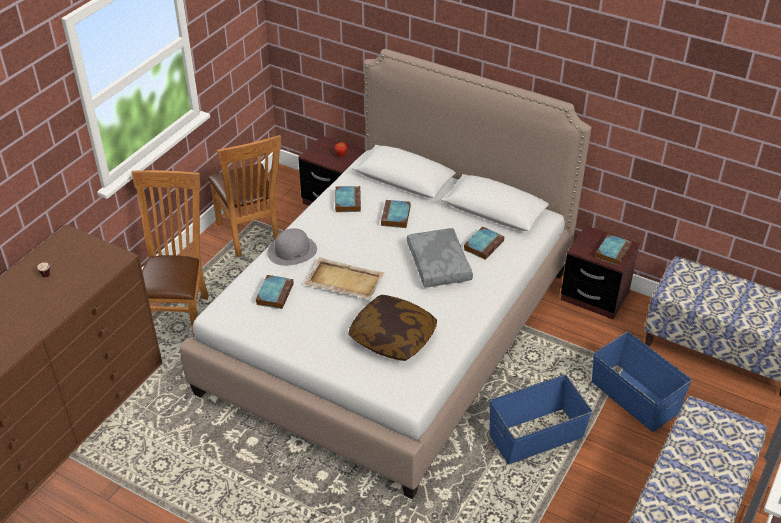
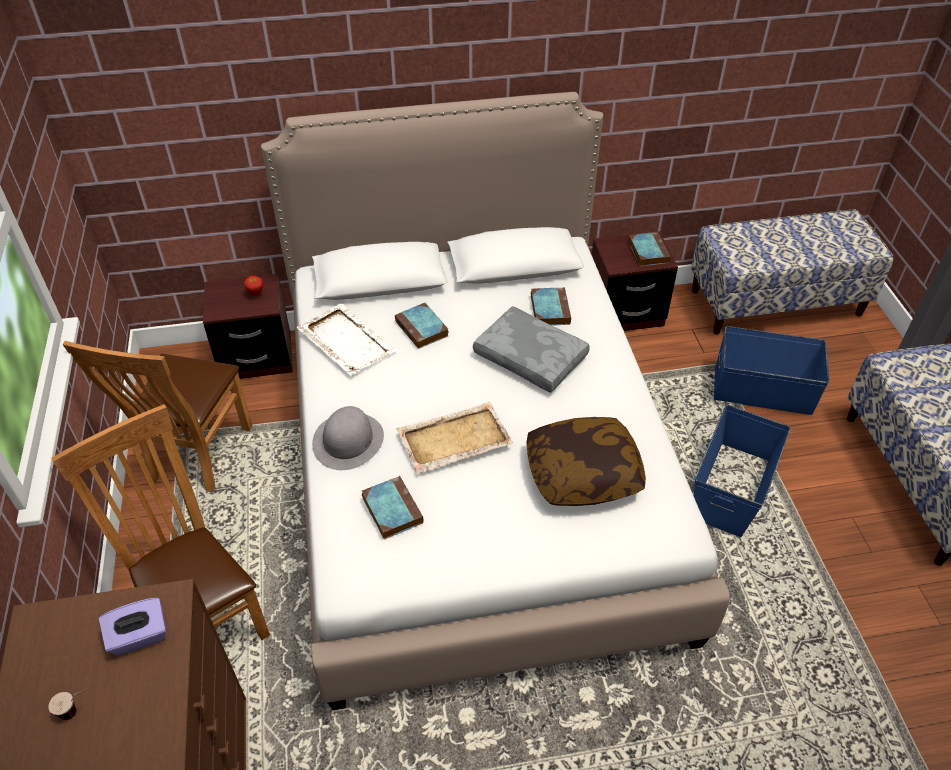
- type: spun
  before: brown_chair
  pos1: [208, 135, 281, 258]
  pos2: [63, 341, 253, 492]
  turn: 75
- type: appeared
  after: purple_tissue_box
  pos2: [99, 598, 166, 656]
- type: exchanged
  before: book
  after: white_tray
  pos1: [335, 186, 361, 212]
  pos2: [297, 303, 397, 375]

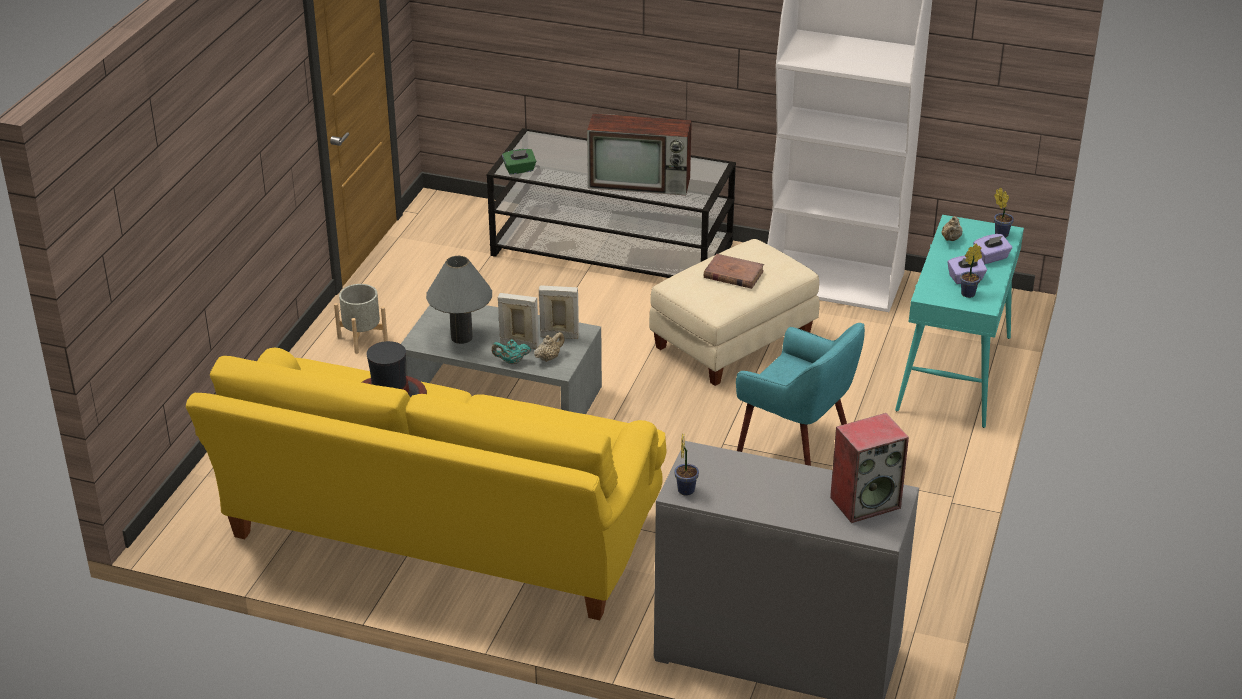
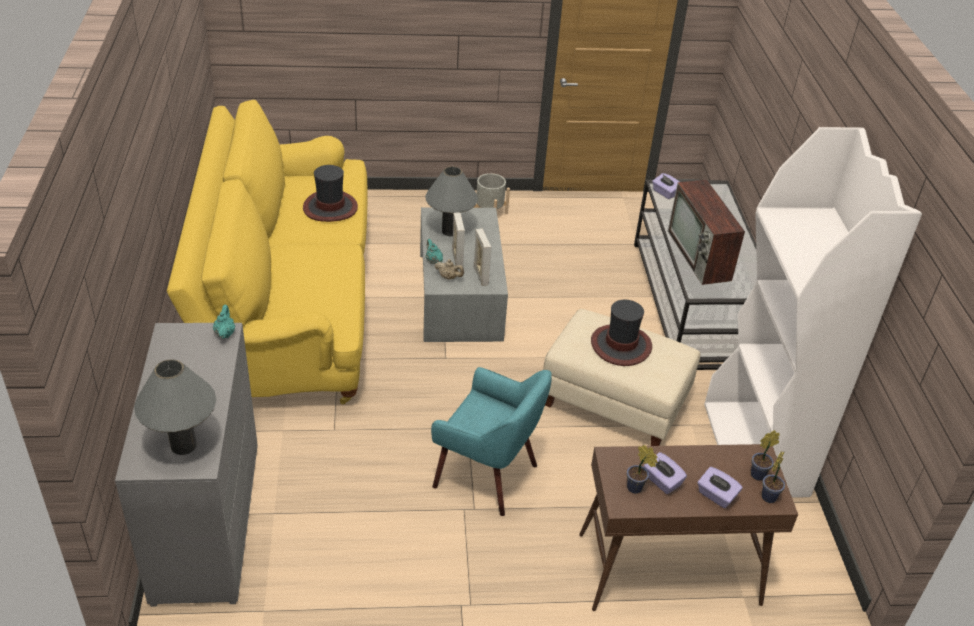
- type: exchanged
  before: speaker
  after: grey_table_lamp
  pos1: [830, 413, 909, 523]
  pos2: [134, 359, 216, 455]
- type: appeared
  after: turquoise_teapot
  pos2: [213, 305, 235, 339]
- type: spun
  before: turquoise_armchair
  pos1: [736, 323, 865, 466]
  pos2: [431, 367, 552, 516]
  turn: -75
- type: colour
  before: turquoise_console_table
  after: brown_console_table
  pos1: [895, 215, 1024, 428]
  pos2: [579, 444, 798, 611]
- type: exchanged
  before: brown_book
  after: hat
  pos1: [704, 254, 764, 289]
  pos2: [591, 300, 652, 366]
- type: colour
  before: green_tissue_box
  after: purple_tissue_box
  pos1: [502, 149, 536, 175]
  pos2: [652, 173, 679, 199]
- type: relocated
  before: potted_plant
  pos1: [674, 433, 699, 496]
  pos2: [751, 430, 780, 481]
- type: missing
  before: beige_teapot
  pos1: [941, 216, 962, 241]

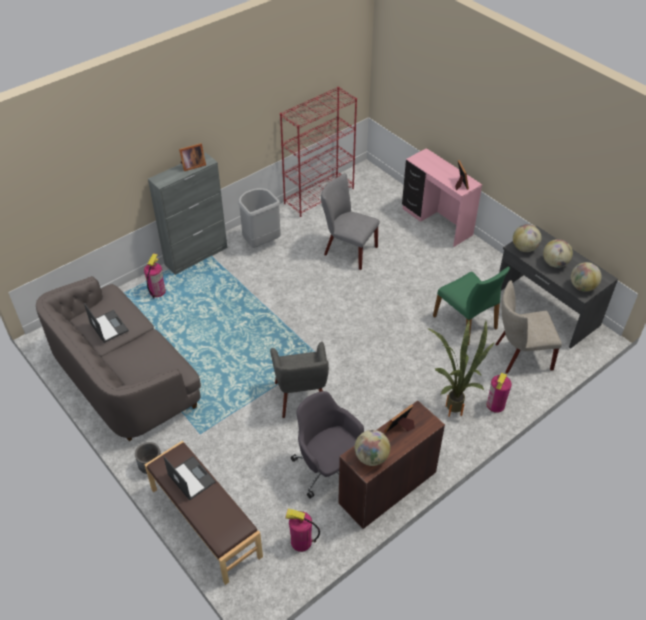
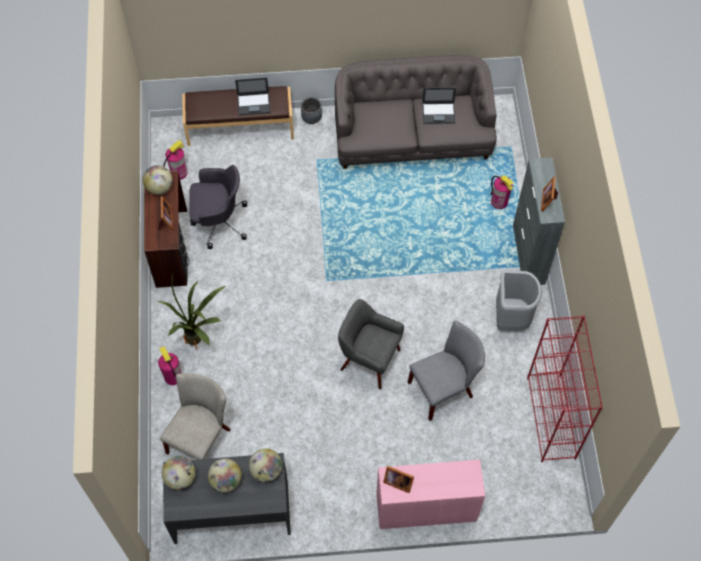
- type: relocated
  before: grey_armchair
  pos1: [270, 342, 329, 418]
  pos2: [338, 299, 404, 389]
- type: missing
  before: green_chair
  pos1: [433, 266, 510, 345]

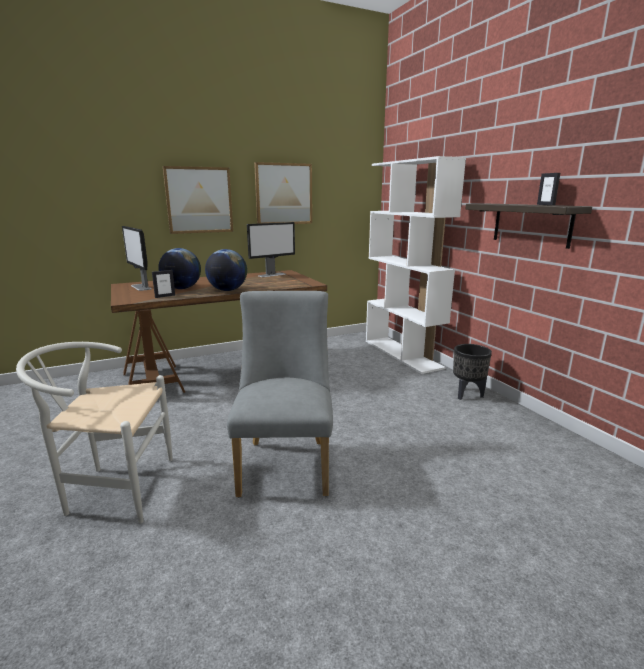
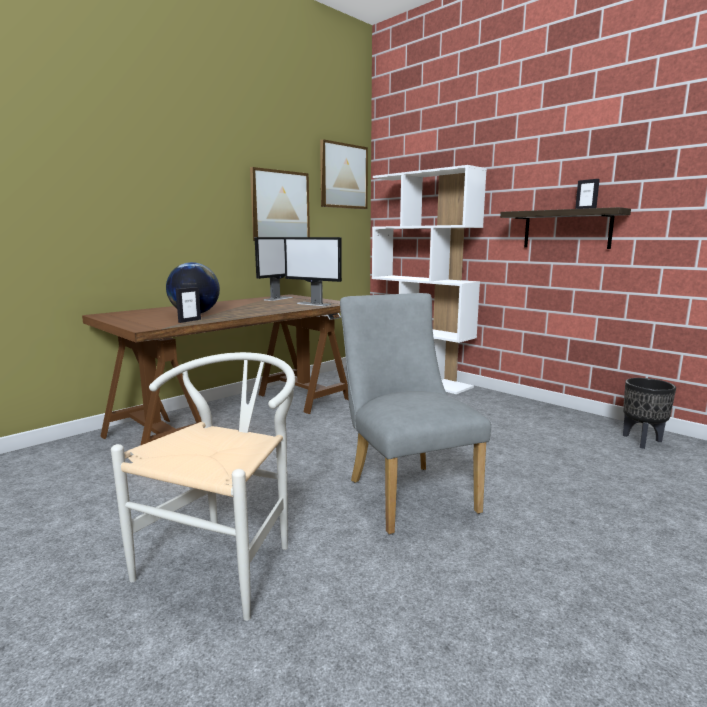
- type: spun
  before: white_chair
  pos1: [16, 342, 173, 524]
  pos2: [111, 352, 295, 621]
  turn: 135
- type: relocated
  before: monitor
  pos1: [122, 226, 152, 291]
  pos2: [284, 237, 342, 306]
- type: relocated
  before: picture
  pos1: [163, 166, 233, 234]
  pos2: [320, 139, 368, 209]
- type: relocated
  before: black_planter
  pos1: [453, 344, 492, 400]
  pos2: [623, 378, 676, 449]
- type: missing
  before: globe
  pos1: [205, 249, 247, 291]

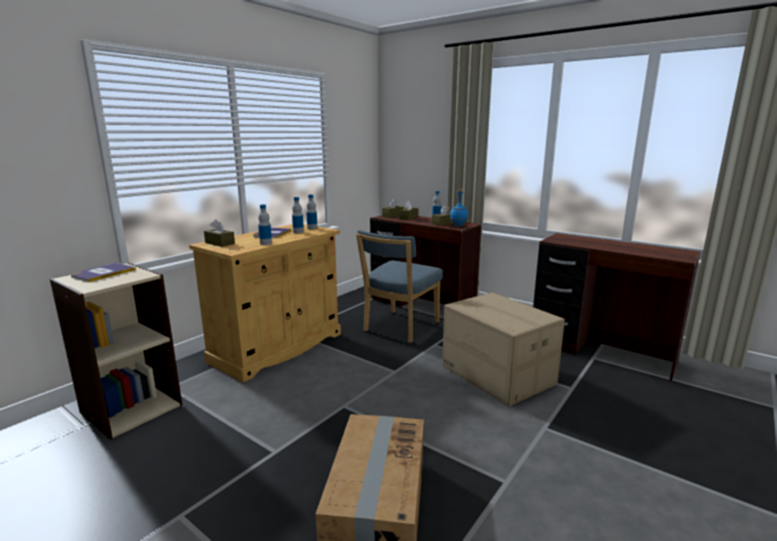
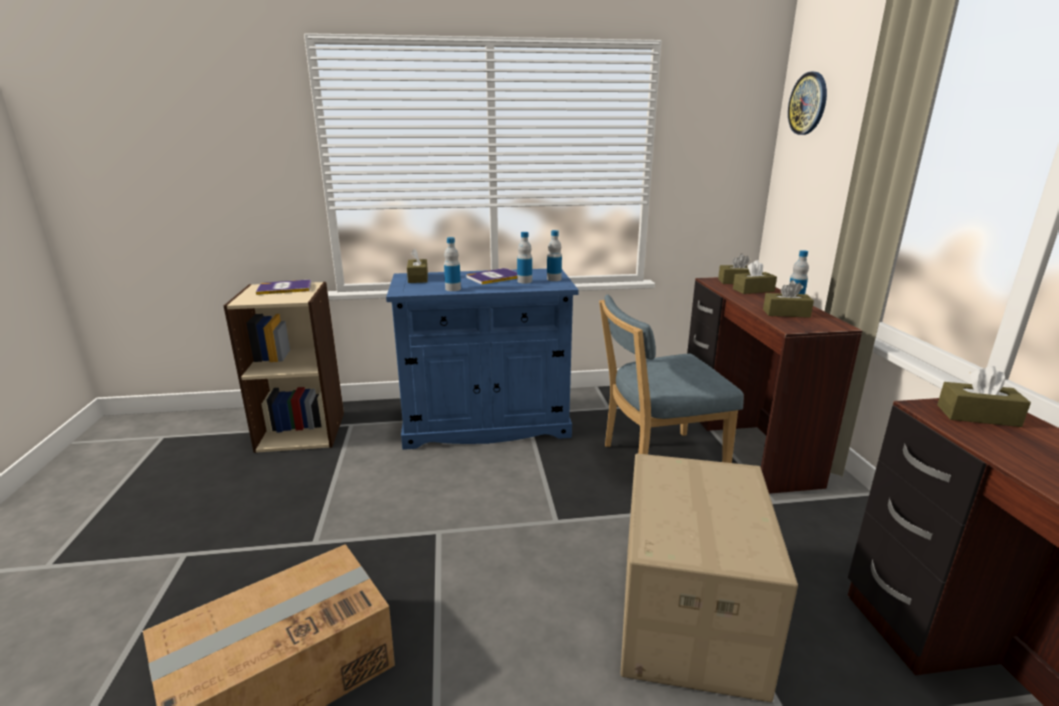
- type: colour
  before: beige_cabinet
  after: blue_cabinet
  pos1: [189, 224, 341, 382]
  pos2: [386, 269, 579, 450]
- type: appeared
  after: wall_clock
  pos2: [788, 72, 827, 135]
- type: appeared
  after: brown_tissue_box
  pos2: [937, 366, 1031, 427]
- type: missing
  before: blue_bottle
  pos1: [450, 189, 468, 227]

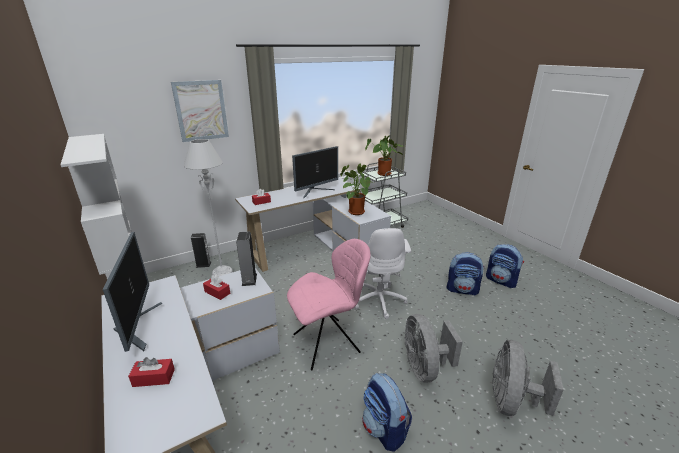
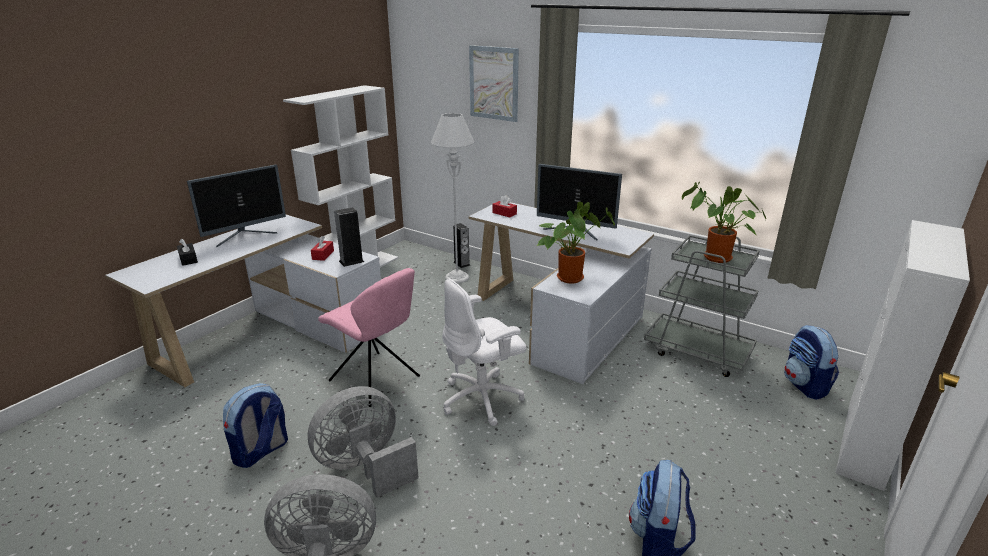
- type: colour
  before: red_tissue_box
  after: black_tissue_box
  pos1: [128, 357, 175, 387]
  pos2: [177, 239, 198, 266]
- type: relocated
  before: backpack
  pos1: [446, 252, 484, 295]
  pos2: [784, 325, 839, 400]
- type: appeared
  after: white_cabinet
  pos2: [835, 220, 970, 491]

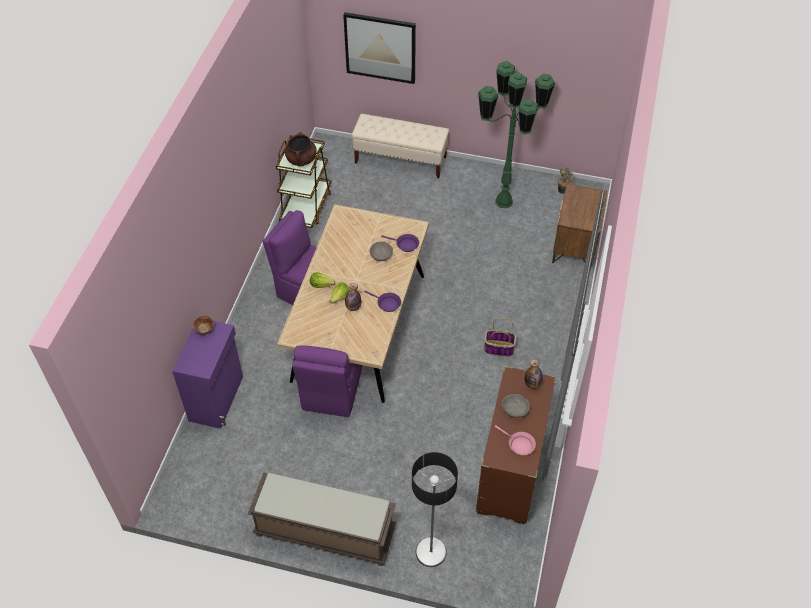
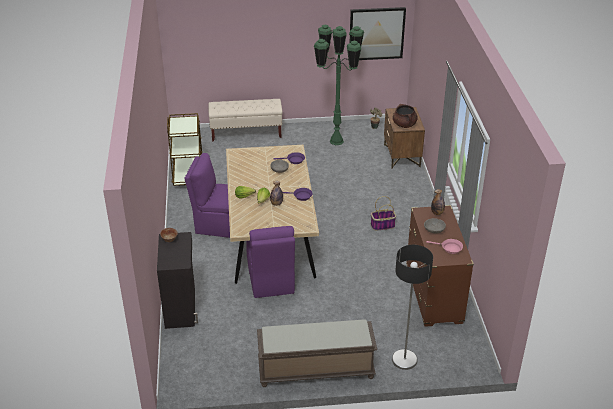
- type: colour
  before: purple_cabinet
  after: black_cabinet
  pos1: [172, 321, 243, 428]
  pos2: [157, 232, 198, 329]
- type: relocated
  before: picture
  pos1: [343, 12, 416, 84]
  pos2: [350, 7, 406, 60]
- type: relocated
  before: brown_cooking_pot
  pos1: [285, 132, 317, 166]
  pos2: [393, 104, 418, 128]

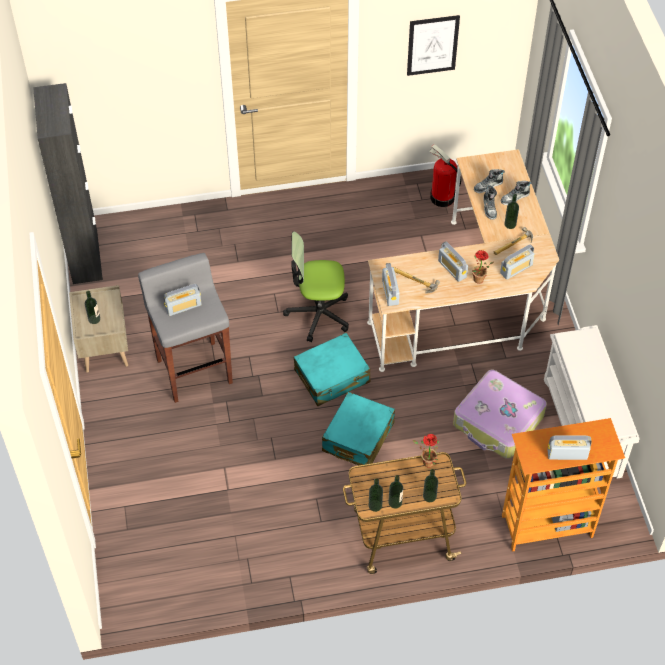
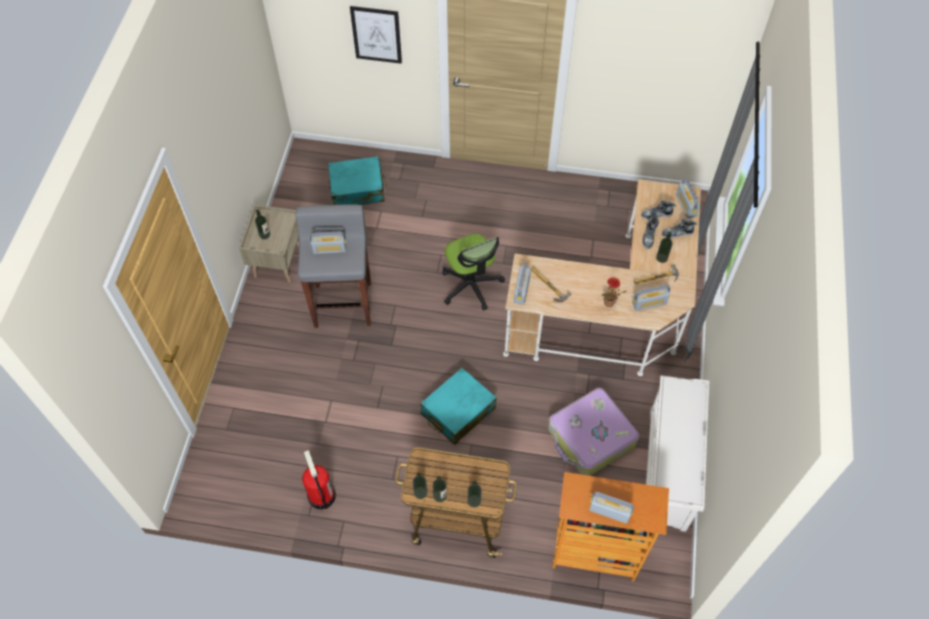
- type: relocated
  before: fire_extinguisher
  pos1: [429, 144, 461, 207]
  pos2: [302, 450, 336, 509]
- type: relocated
  before: turquoise_suitcase
  pos1: [294, 333, 371, 406]
  pos2: [328, 156, 387, 205]
- type: relocated
  before: picture
  pos1: [407, 15, 460, 76]
  pos2: [350, 6, 402, 64]
- type: spun
  before: office_chair
  pos1: [283, 231, 349, 342]
  pos2: [442, 234, 505, 311]
  turn: -135
- type: relocated
  before: radio
  pos1: [438, 241, 468, 282]
  pos2: [676, 179, 700, 218]
- type: missing
  before: black_cabinet
  pos1: [33, 83, 103, 284]
- type: missing
  before: potted_plant
  pos1: [413, 434, 439, 467]

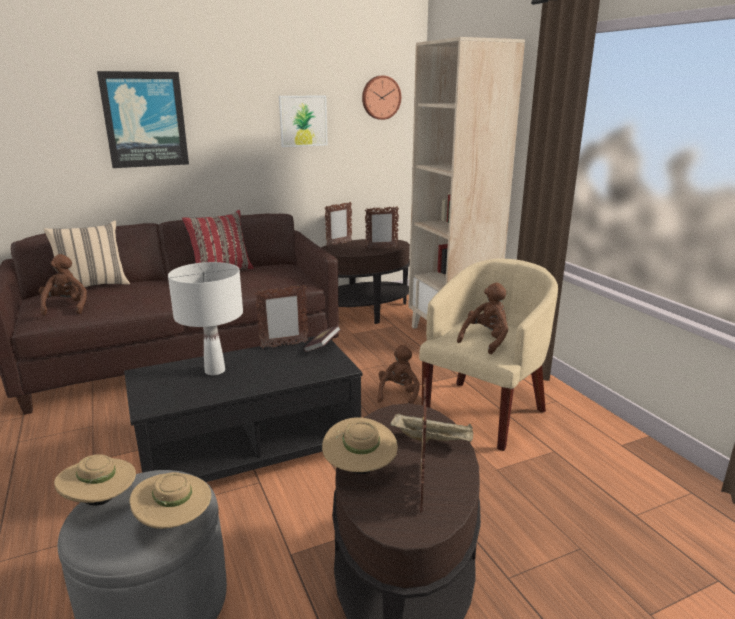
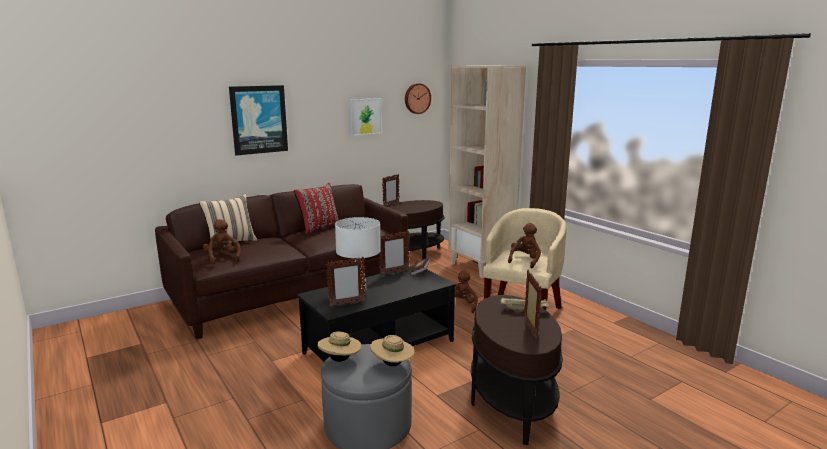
- type: relocated
  before: picture_frame
  pos1: [365, 206, 399, 249]
  pos2: [326, 257, 366, 307]
- type: missing
  before: beige_hat
  pos1: [322, 417, 398, 474]

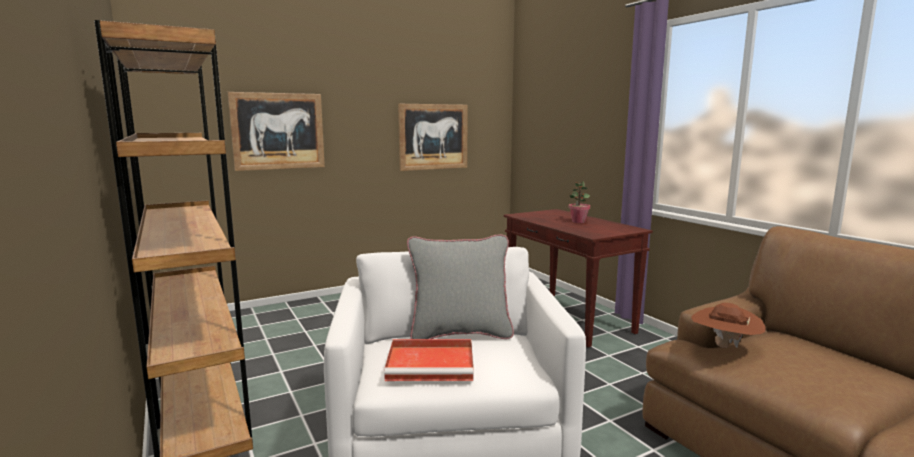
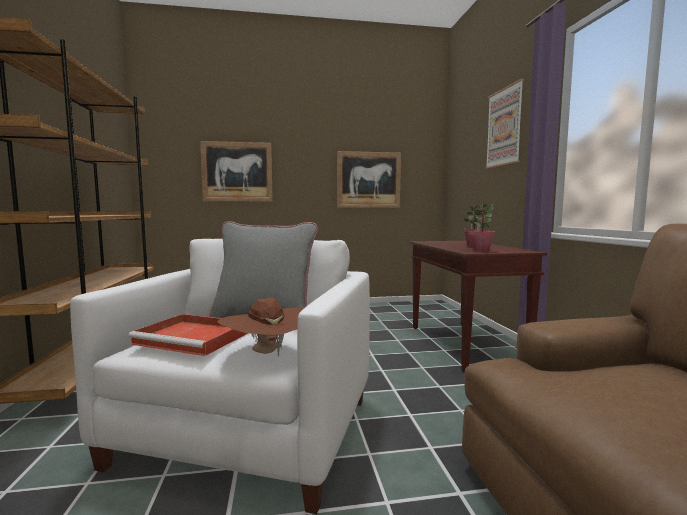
- type: relocated
  before: brown_hat
  pos1: [691, 303, 765, 348]
  pos2: [217, 298, 304, 356]
- type: appeared
  after: potted_plant
  pos2: [469, 204, 495, 251]
- type: appeared
  after: picture
  pos2: [485, 79, 524, 169]

